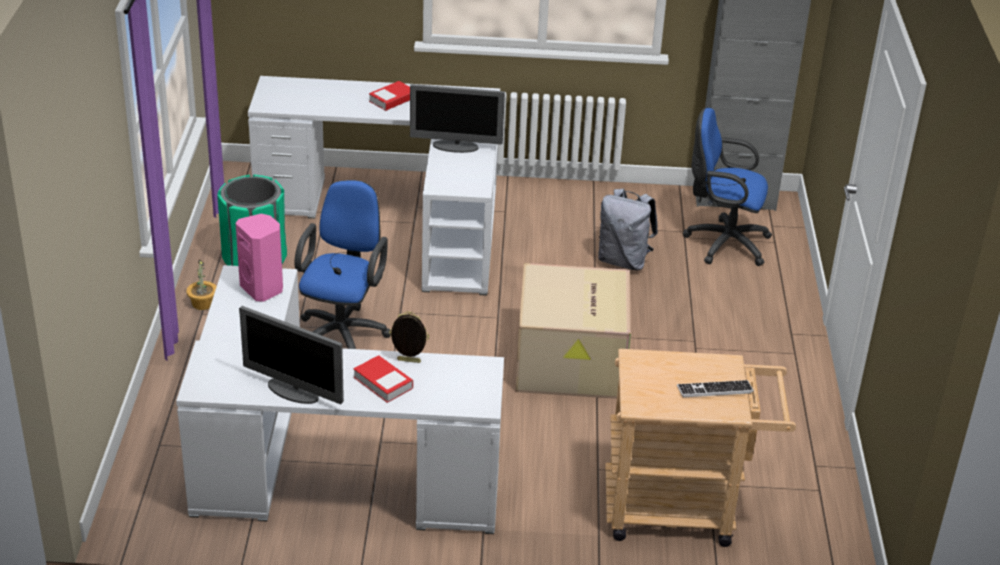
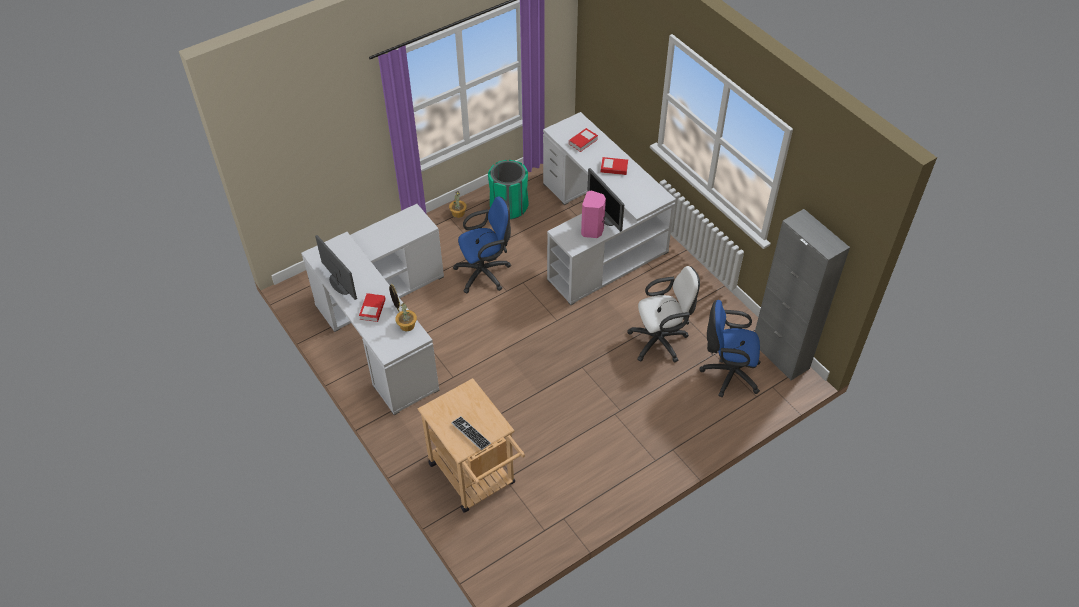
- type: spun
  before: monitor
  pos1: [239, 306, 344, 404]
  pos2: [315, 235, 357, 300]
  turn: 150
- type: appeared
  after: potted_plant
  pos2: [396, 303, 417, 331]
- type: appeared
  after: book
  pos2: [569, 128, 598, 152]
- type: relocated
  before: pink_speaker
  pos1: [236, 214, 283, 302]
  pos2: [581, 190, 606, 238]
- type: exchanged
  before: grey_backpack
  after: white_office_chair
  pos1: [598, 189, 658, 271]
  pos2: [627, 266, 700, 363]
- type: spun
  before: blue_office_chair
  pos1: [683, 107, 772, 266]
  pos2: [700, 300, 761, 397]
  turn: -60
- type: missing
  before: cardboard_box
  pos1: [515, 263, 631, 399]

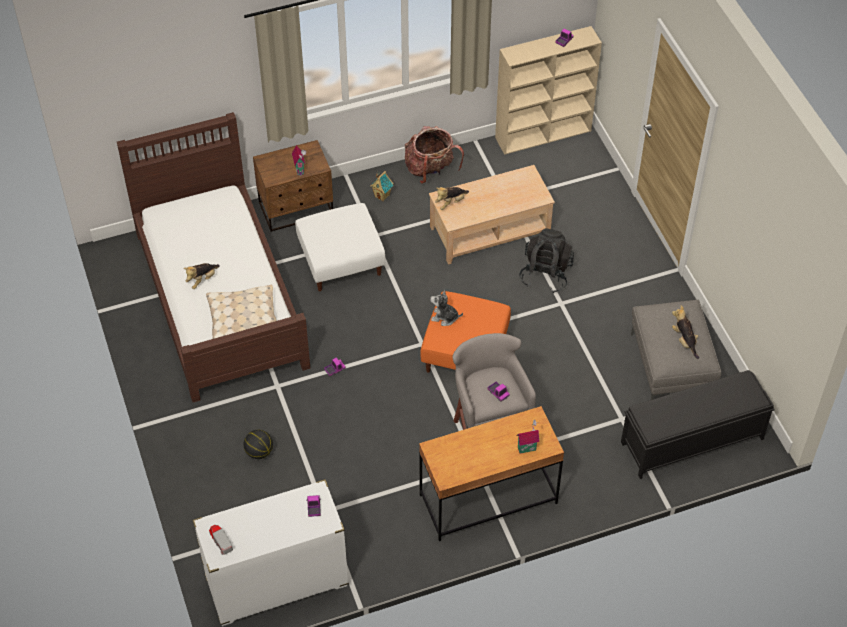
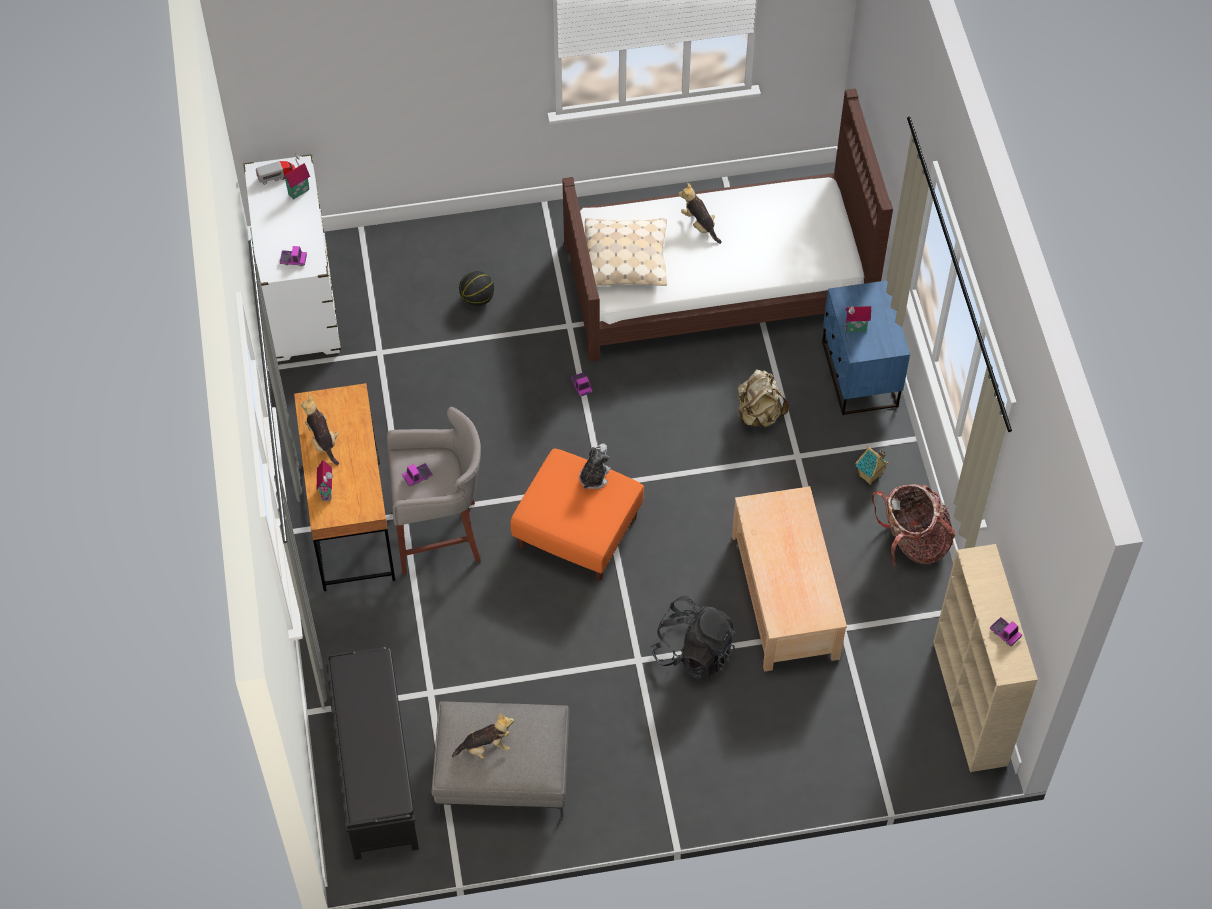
- type: appeared
  after: toy_house
  pos2: [283, 153, 310, 200]
- type: relocated
  before: plush_toy
  pos1: [435, 187, 469, 210]
  pos2: [300, 395, 339, 465]
- type: exchanged
  before: white_ottoman
  after: beige_backpack
  pos1: [295, 203, 385, 291]
  pos2: [738, 369, 789, 428]
- type: colour
  before: brown_nightstand
  after: blue_nightstand
  pos1: [253, 140, 333, 232]
  pos2: [822, 281, 910, 415]

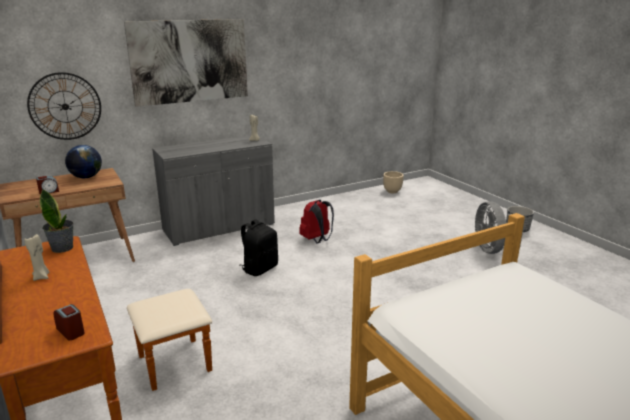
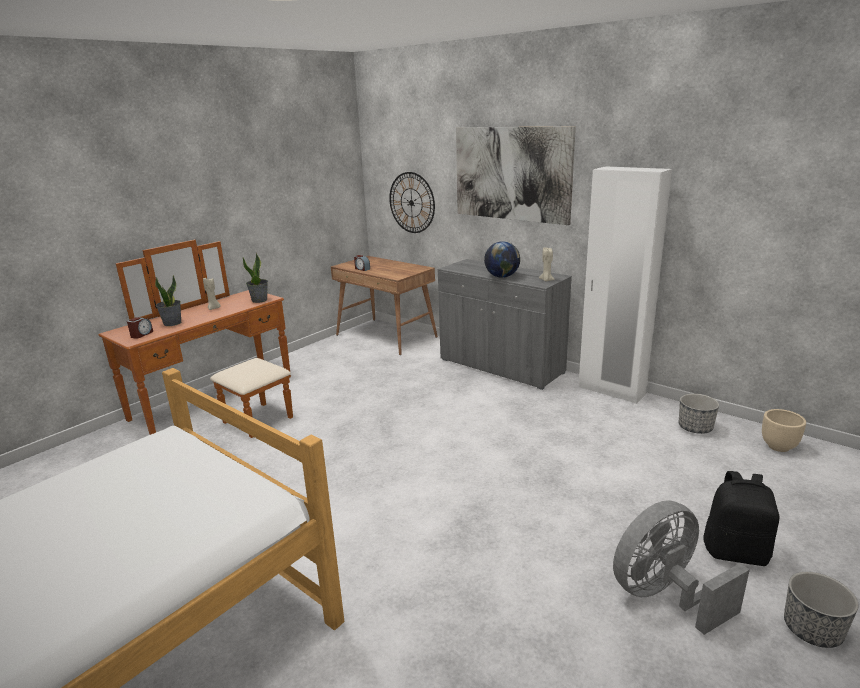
- type: appeared
  after: potted_plant
  pos2: [155, 275, 181, 326]
- type: relocated
  before: globe
  pos1: [65, 145, 102, 178]
  pos2: [484, 241, 520, 278]
- type: appeared
  after: white_wardrobe
  pos2: [579, 166, 672, 404]
- type: appeared
  after: planter
  pos2: [679, 394, 719, 434]
- type: relocated
  before: black_backpack
  pos1: [241, 219, 278, 276]
  pos2: [703, 471, 779, 566]
- type: missing
  before: red_backpack
  pos1: [299, 200, 334, 244]

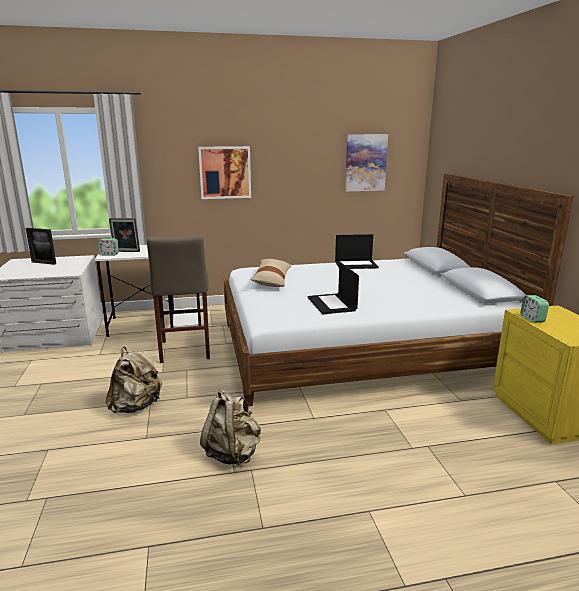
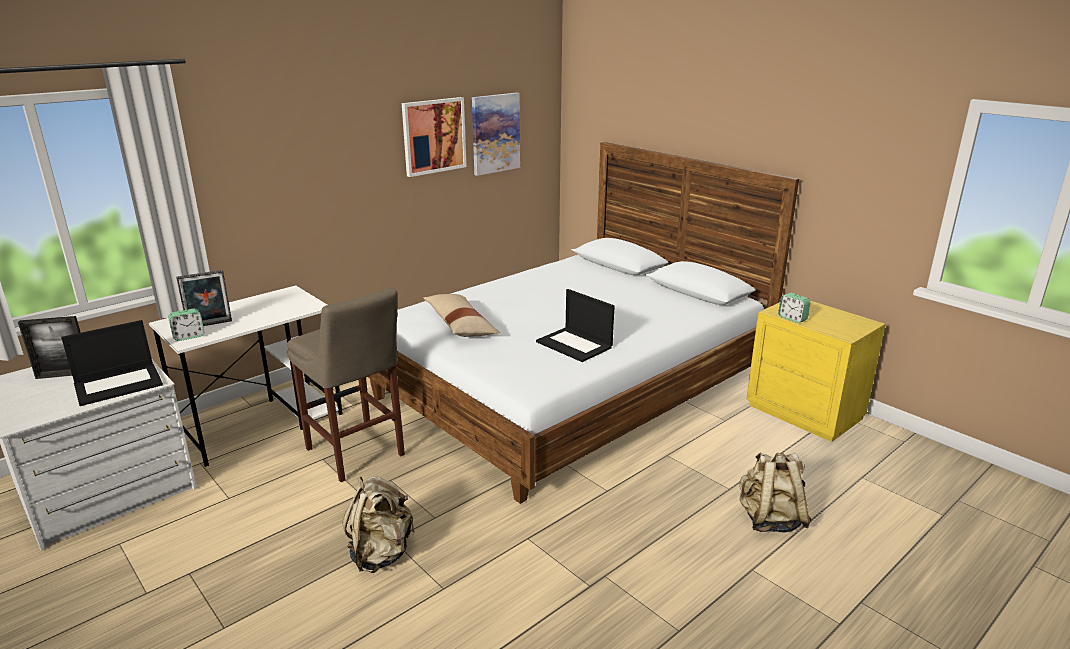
- type: relocated
  before: laptop
  pos1: [335, 234, 379, 269]
  pos2: [61, 320, 163, 406]
- type: relocated
  before: picture
  pos1: [198, 146, 251, 199]
  pos2: [402, 97, 467, 177]
- type: relocated
  before: beige_backpack
  pos1: [200, 390, 261, 465]
  pos2: [739, 453, 812, 532]

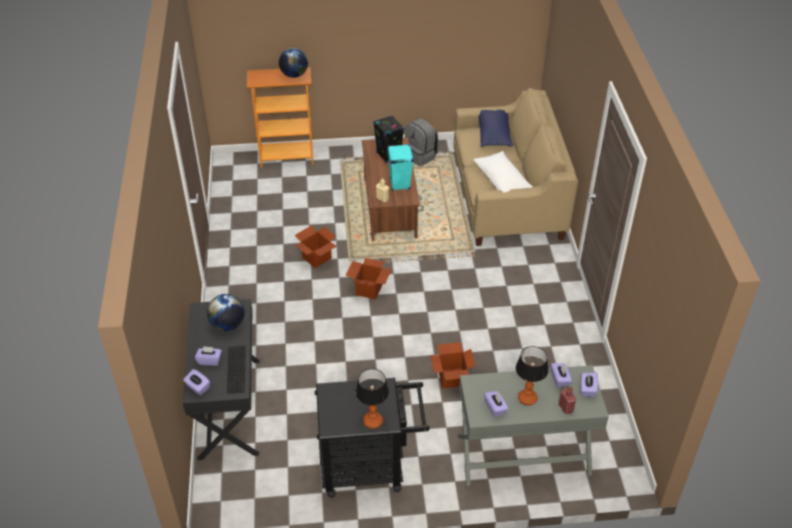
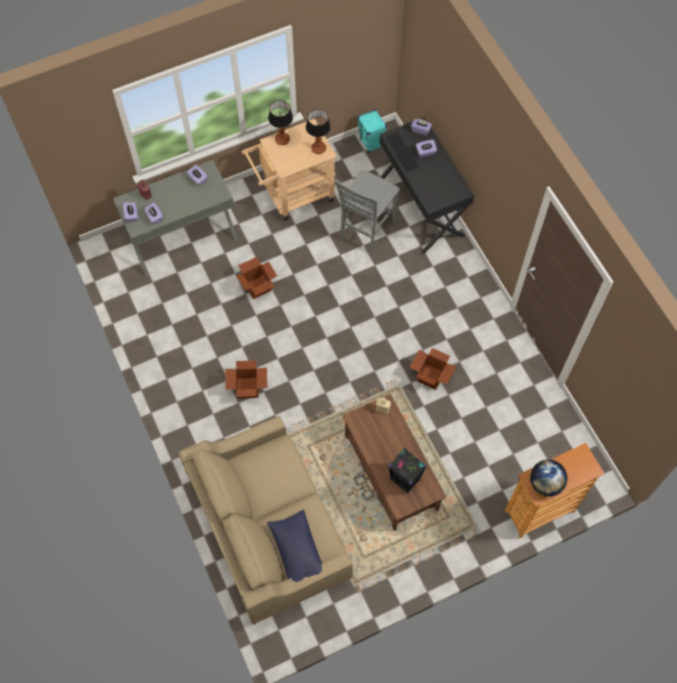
- type: relocated
  before: cardboard_box
  pos1: [345, 258, 392, 300]
  pos2: [226, 360, 267, 399]
- type: colour
  before: black_cart
  after: beige_cart
  pos1: [315, 378, 430, 498]
  pos2: [242, 118, 337, 221]
- type: relocated
  before: table_lamp
  pos1: [516, 346, 548, 406]
  pos2: [306, 109, 331, 154]
- type: appeared
  after: grey_chair
  pos2: [335, 169, 400, 255]
- type: relocated
  before: turquoise_speaker
  pos1: [388, 144, 414, 191]
  pos2: [357, 109, 387, 152]
- type: missing
  before: globe
  pos1: [207, 294, 244, 331]
- type: missing
  before: grey_backpack
  pos1: [405, 118, 439, 166]
- type: missing
  before: white_pillow
  pos1: [474, 151, 533, 193]

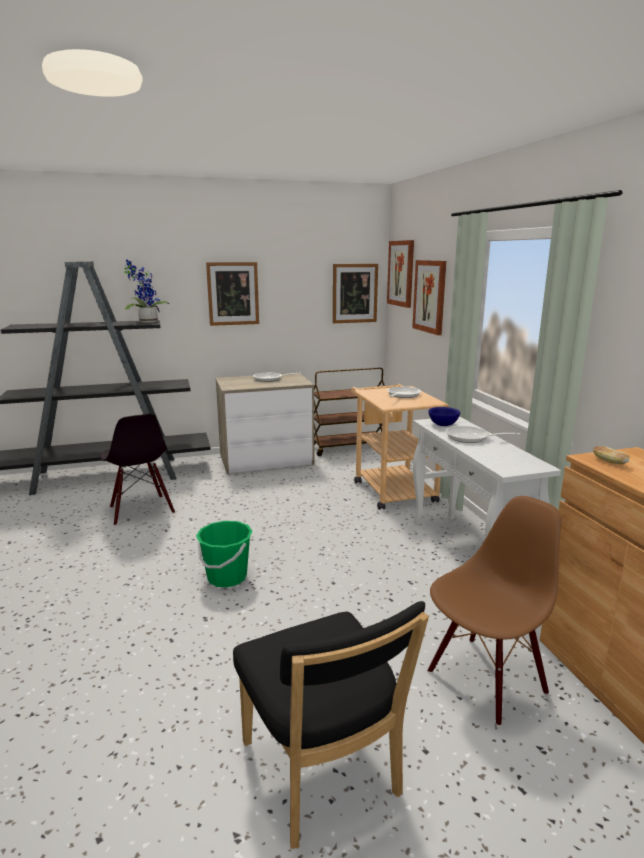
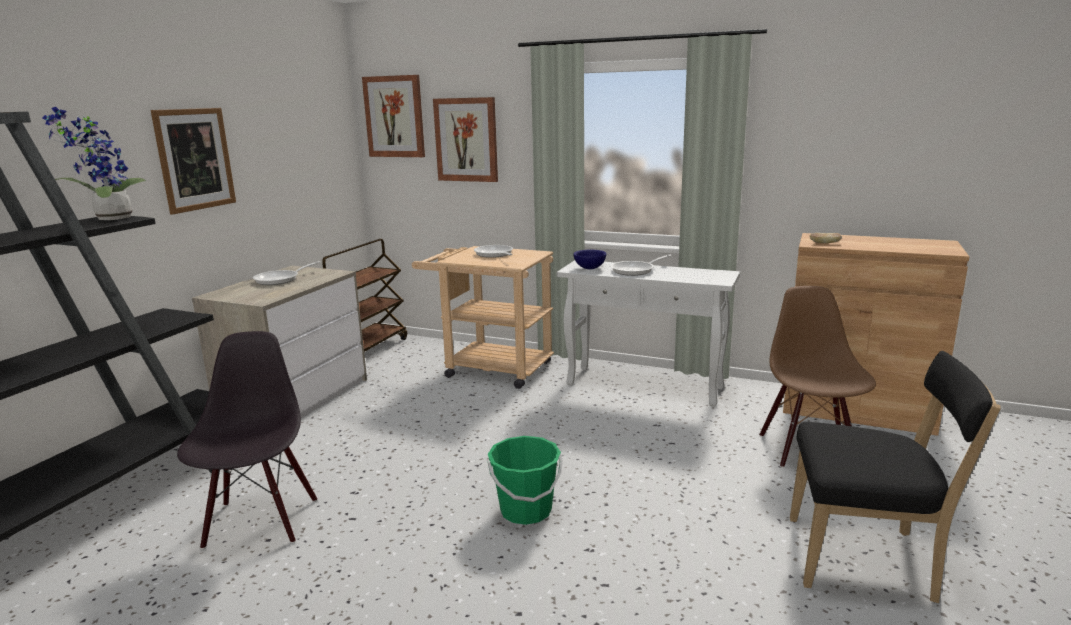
- type: spun
  before: black_chair
  pos1: [99, 414, 175, 526]
  pos2: [177, 331, 317, 549]
  turn: -105
- type: missing
  before: picture
  pos1: [333, 264, 378, 323]

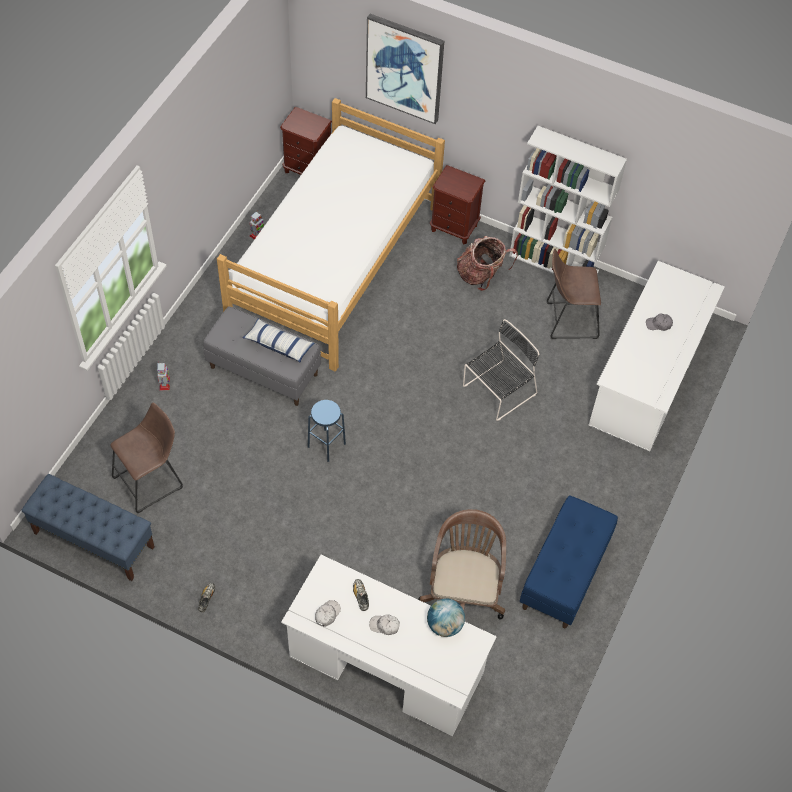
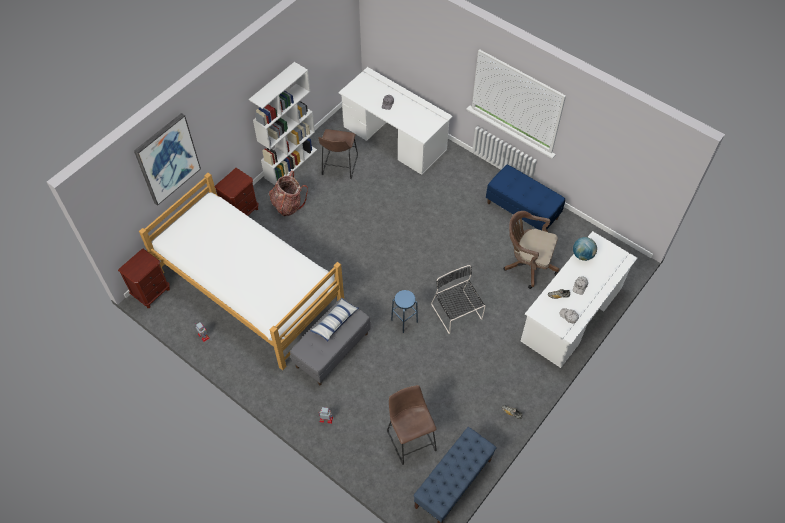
- type: relocated
  before: black_chair
  pos1: [463, 319, 539, 421]
  pos2: [431, 265, 485, 334]

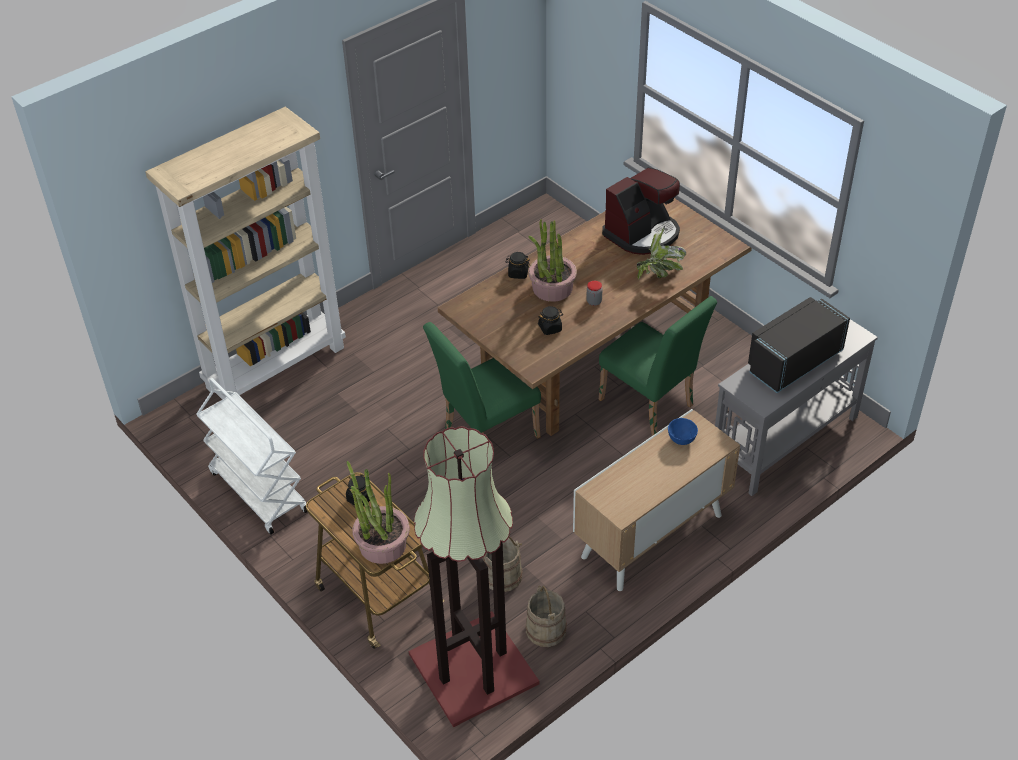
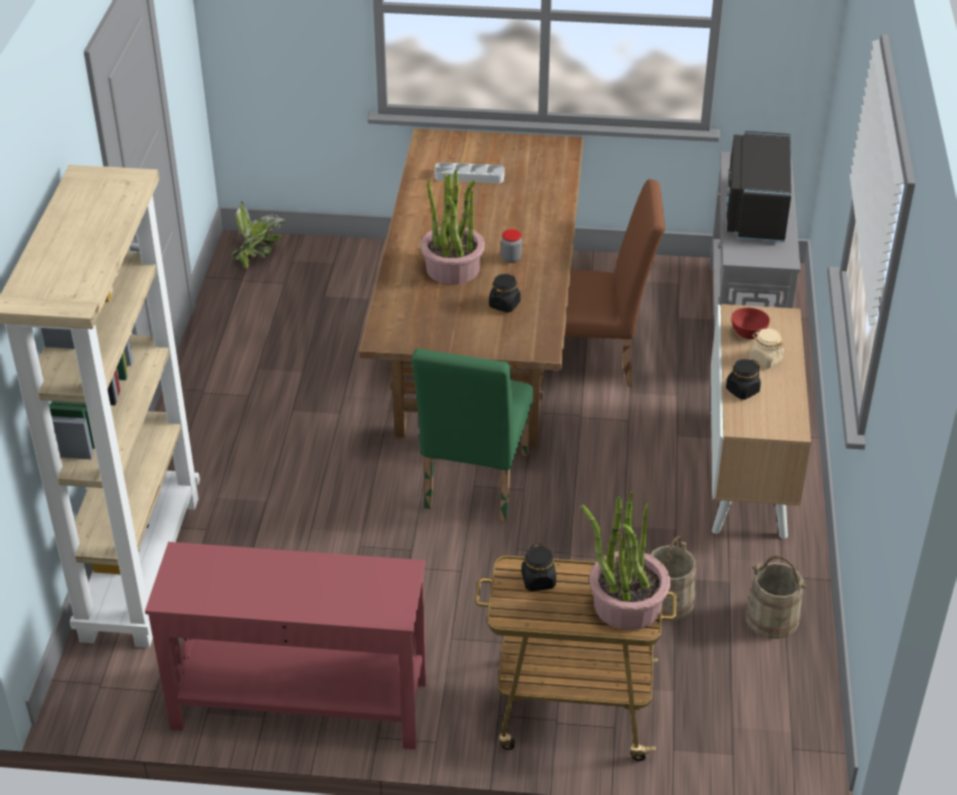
- type: exchanged
  before: white_cart
  after: red_console_table
  pos1: [196, 378, 307, 535]
  pos2: [145, 542, 427, 750]
- type: relocated
  before: potted_plant
  pos1: [637, 226, 686, 279]
  pos2: [233, 201, 286, 269]
- type: exchanged
  before: coffee_machine
  after: grey_tray
  pos1: [602, 167, 680, 255]
  pos2: [434, 162, 504, 183]
- type: colour
  before: green_chair
  after: brown_chair
  pos1: [598, 296, 717, 436]
  pos2: [540, 179, 665, 387]
- type: relocated
  before: black_jar
  pos1: [506, 252, 530, 279]
  pos2: [726, 359, 761, 400]
- type: colour
  before: blue_bowl
  after: red_bowl
  pos1: [668, 418, 698, 445]
  pos2: [732, 307, 770, 339]
- type: appeared
  after: beige_jar
  pos2: [750, 328, 784, 368]
- type: missing
  before: floor_lamp
  pos1: [408, 426, 539, 727]

